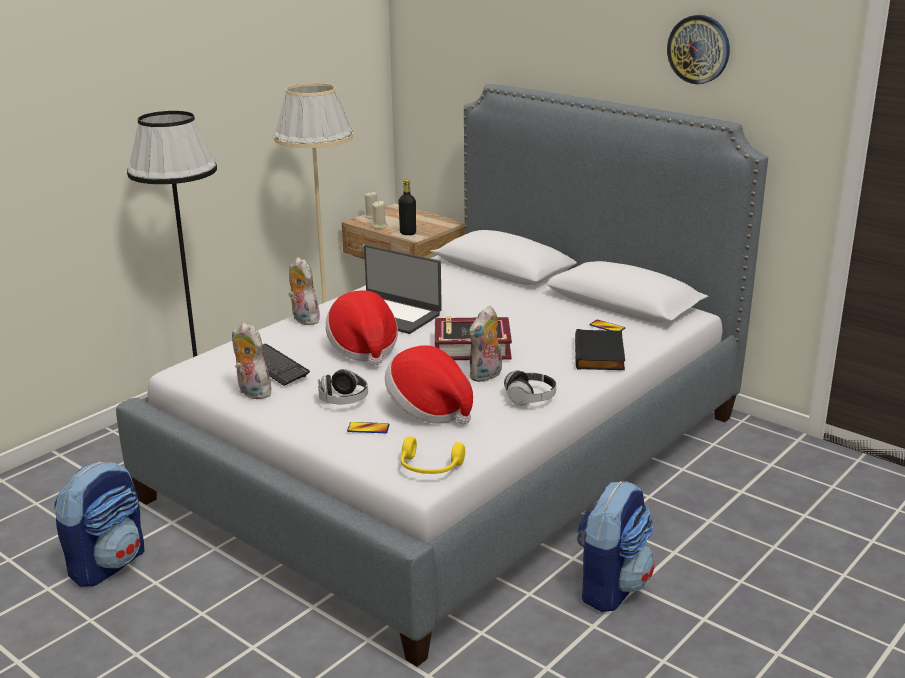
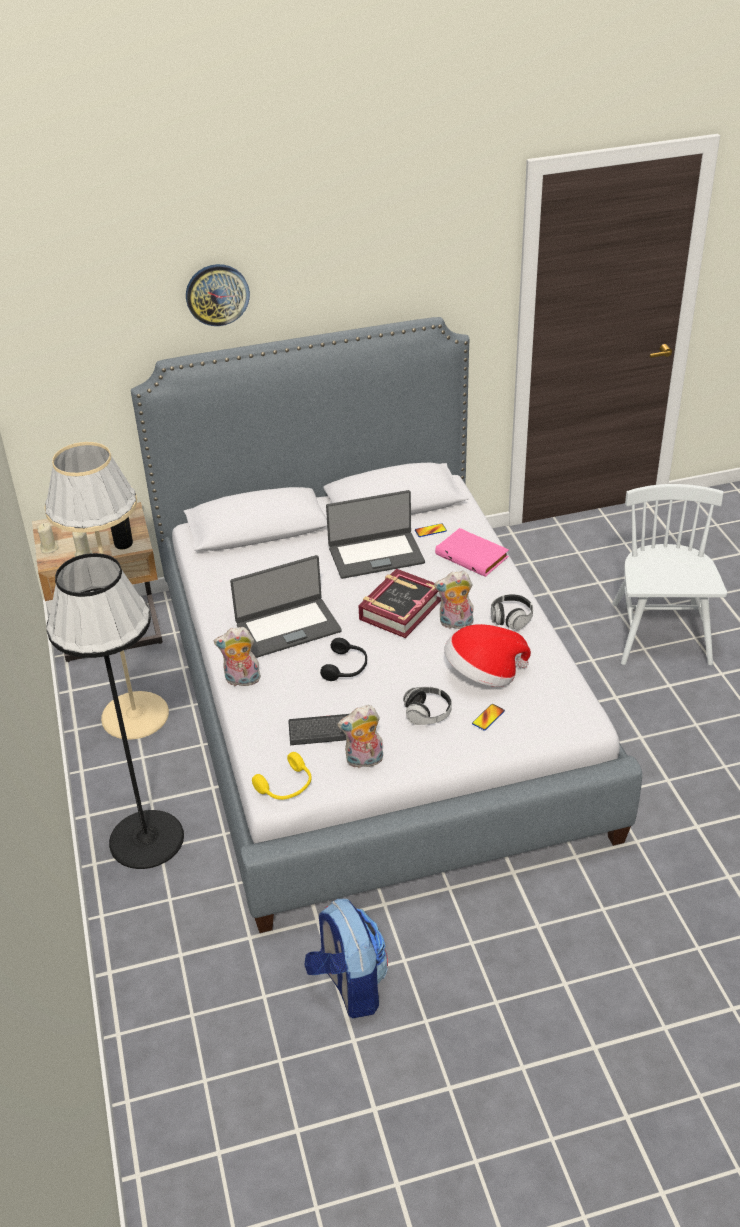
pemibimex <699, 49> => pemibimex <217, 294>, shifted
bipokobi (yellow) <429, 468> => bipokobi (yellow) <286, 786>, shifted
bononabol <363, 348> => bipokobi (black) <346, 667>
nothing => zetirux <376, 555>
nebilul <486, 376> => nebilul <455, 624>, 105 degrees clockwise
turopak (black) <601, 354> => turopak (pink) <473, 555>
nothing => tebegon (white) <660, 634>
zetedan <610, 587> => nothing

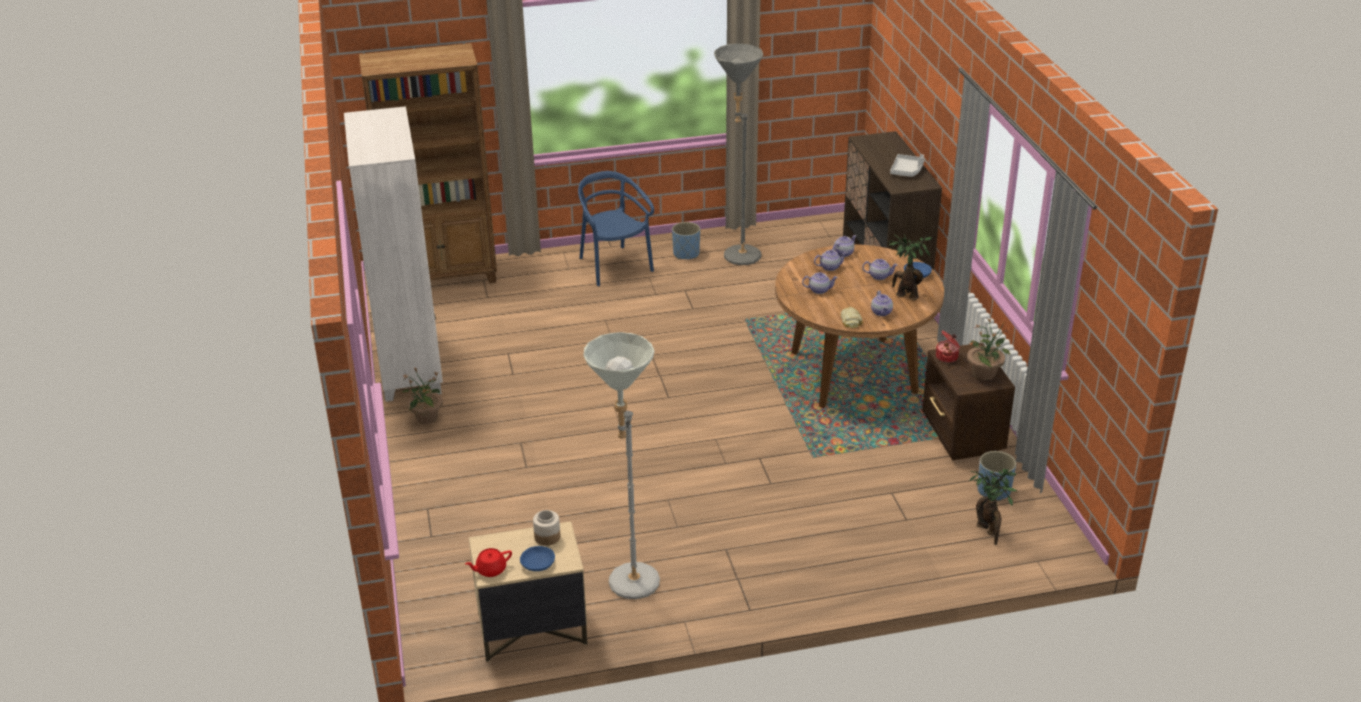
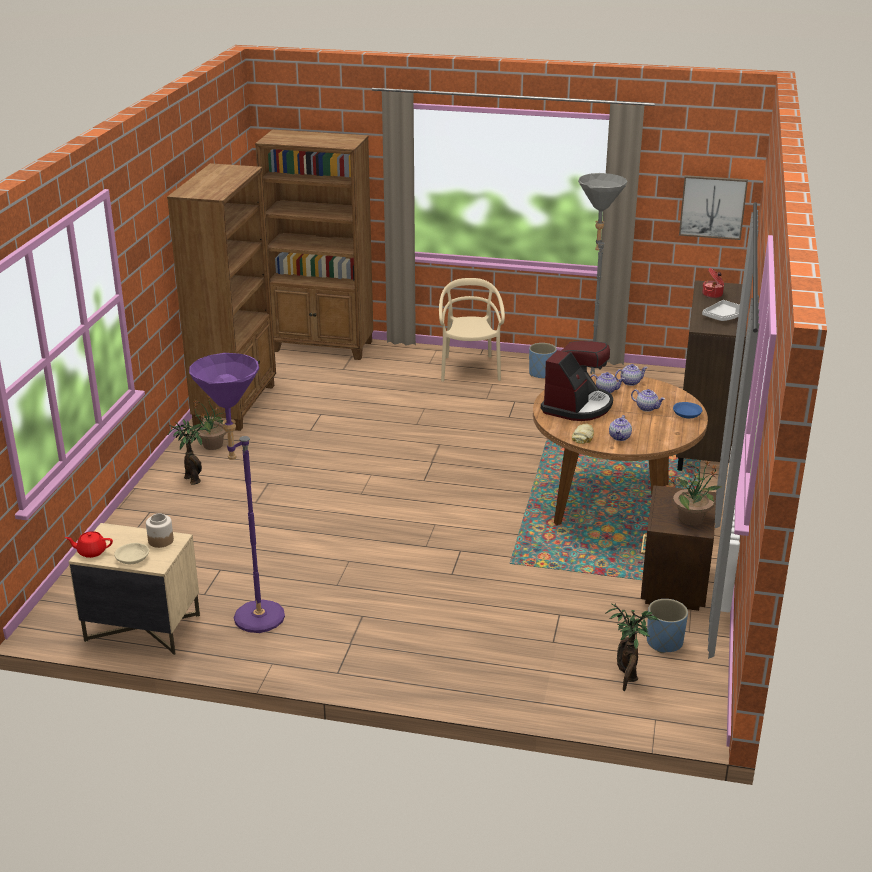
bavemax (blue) <538, 563> => bavemax (beige) <133, 558>
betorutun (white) <410, 366> => betorutun (brown) <236, 404>
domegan <905, 295> => domegan <192, 478>, shifted
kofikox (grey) <630, 589> => kofikox (purple) <250, 623>
tebegon (blue) <614, 266> => tebegon (beige) <469, 369>
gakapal <819, 290> => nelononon <577, 406>
nothing => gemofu <712, 207>
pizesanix <947, 357> => pizesanix <713, 294>, shifted

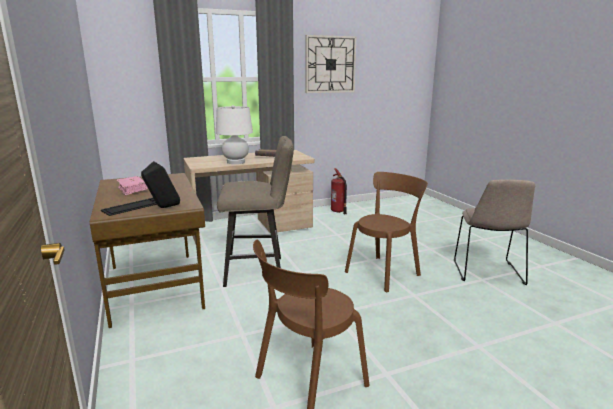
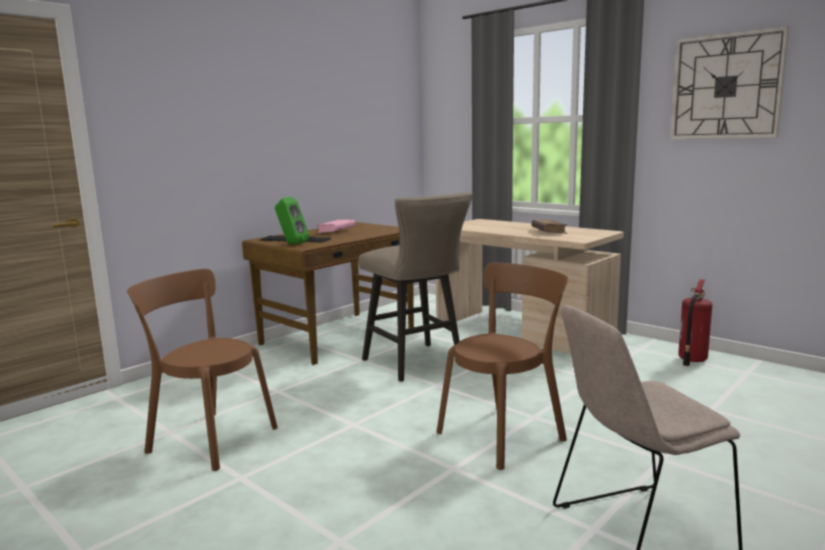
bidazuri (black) <163, 207> => bidazuri (green) <291, 244>
tebegon (brown) <384, 272> => tebegon (brown) <505, 434>, 60 degrees counterclockwise
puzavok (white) <235, 162> => nothing

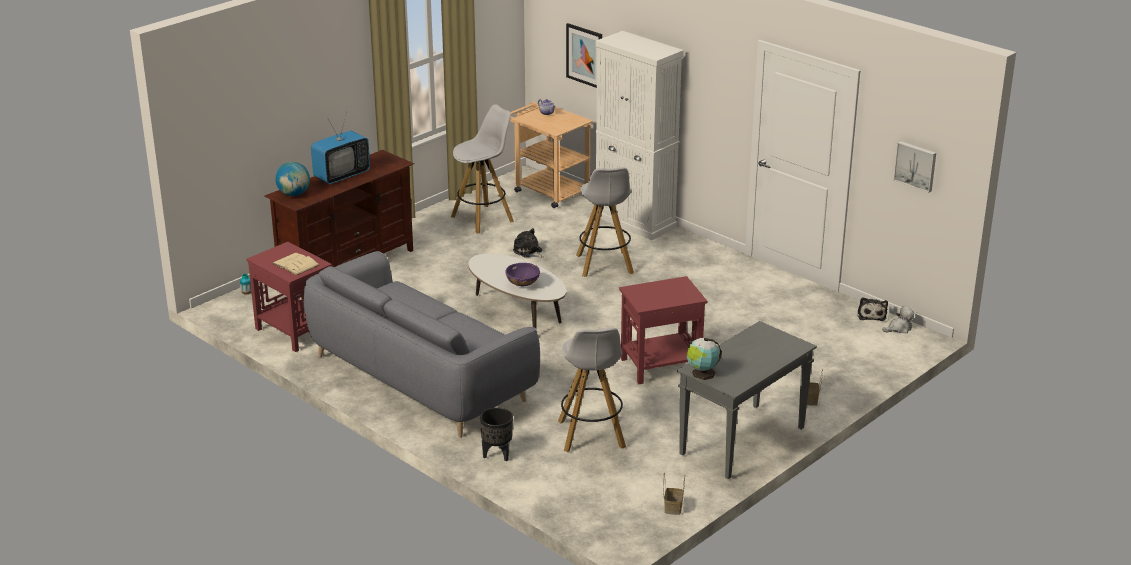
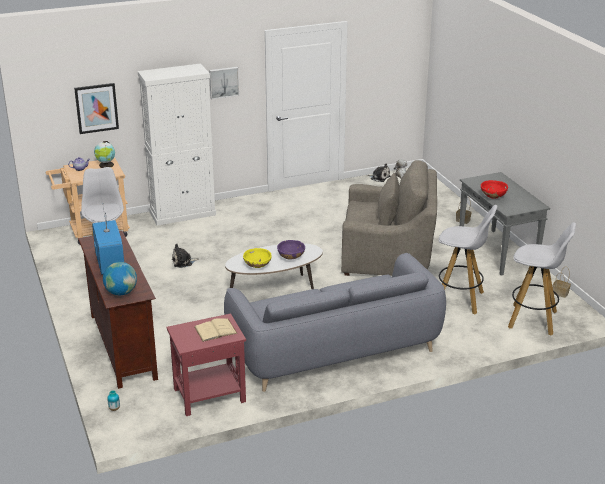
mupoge <702, 373> => mupoge <106, 165>, shifted
gemofu <916, 166> => gemofu <223, 82>, shifted
nothing => bavemax (yellow) <257, 266>
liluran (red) <660, 365> => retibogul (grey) <388, 254>
nothing => bavemax (red) <493, 197>
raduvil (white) <604, 265> => raduvil (white) <534, 320>, shifted
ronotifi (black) <496, 455> => nothing

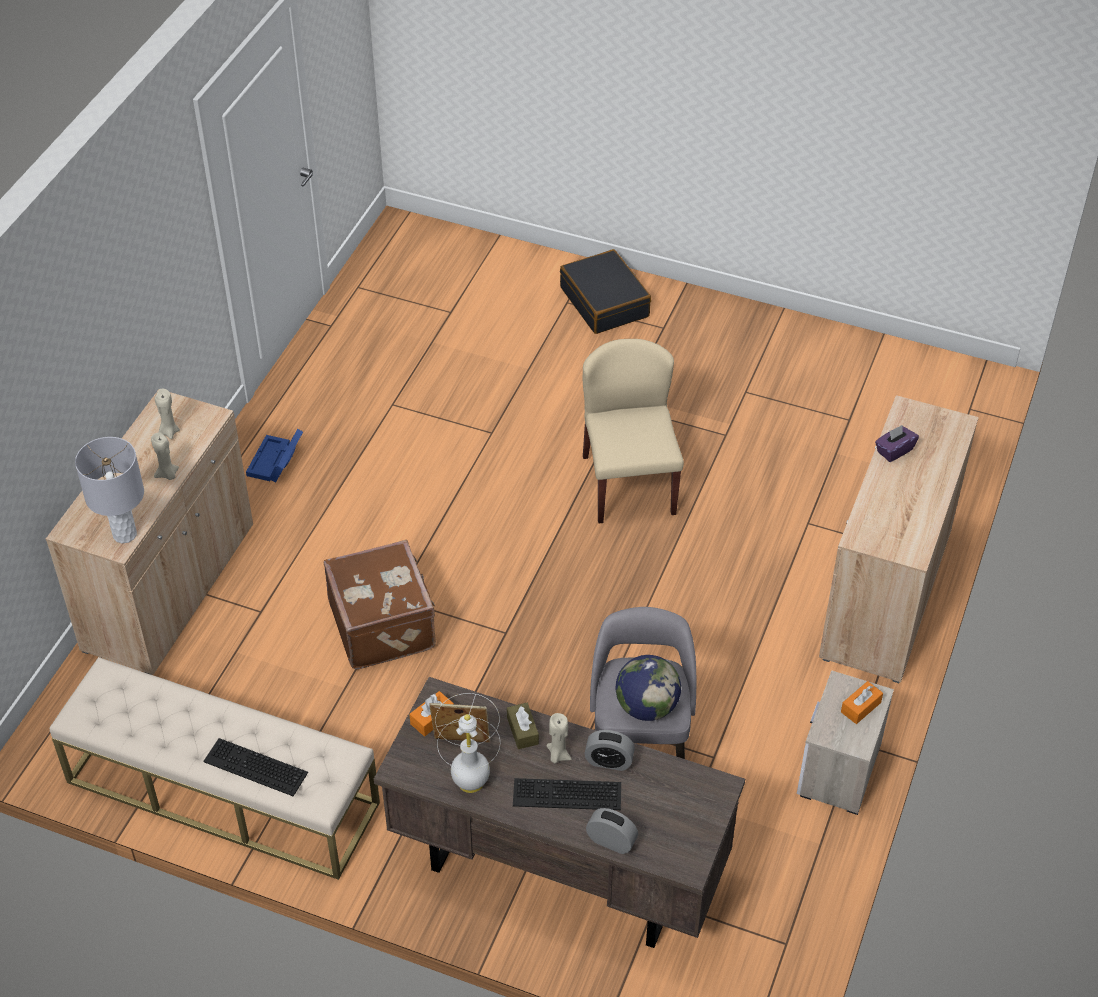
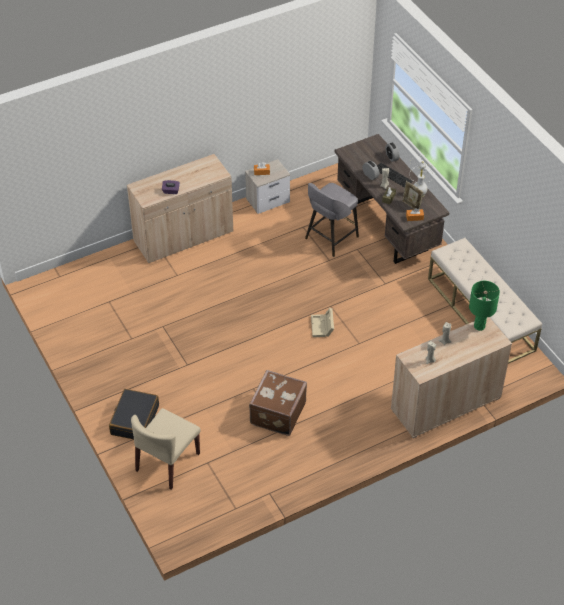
tebegon (beige) <628, 484> => tebegon (beige) <167, 462>, shifted
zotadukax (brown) <384, 624> => zotadukax (brown) <277, 413>, shifted
nothing => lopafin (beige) <322, 327>
puzavok (grey) <124, 534> => puzavok (green) <479, 326>
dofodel <253, 768> => nothing
lopafin (blue) <275, 463> => nothing
mupoge <646, 707> => nothing

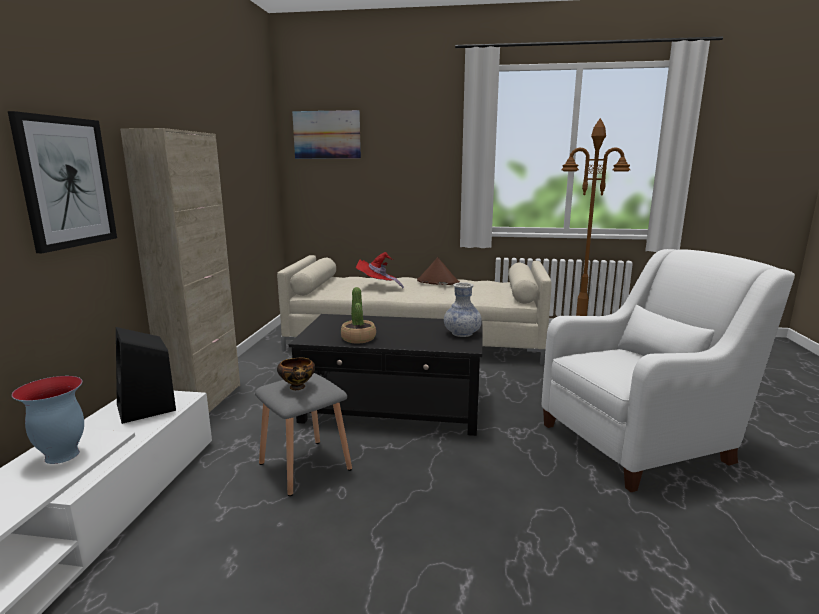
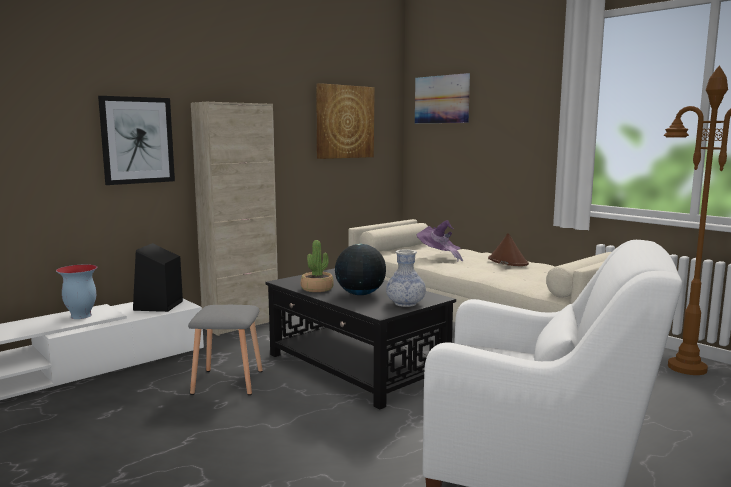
nothing => gemofu <344, 122>
nothing => mupoge <360, 294>
bononabol (red) <377, 287> => bononabol (purple) <439, 257>
bavemax <298, 387> => nothing

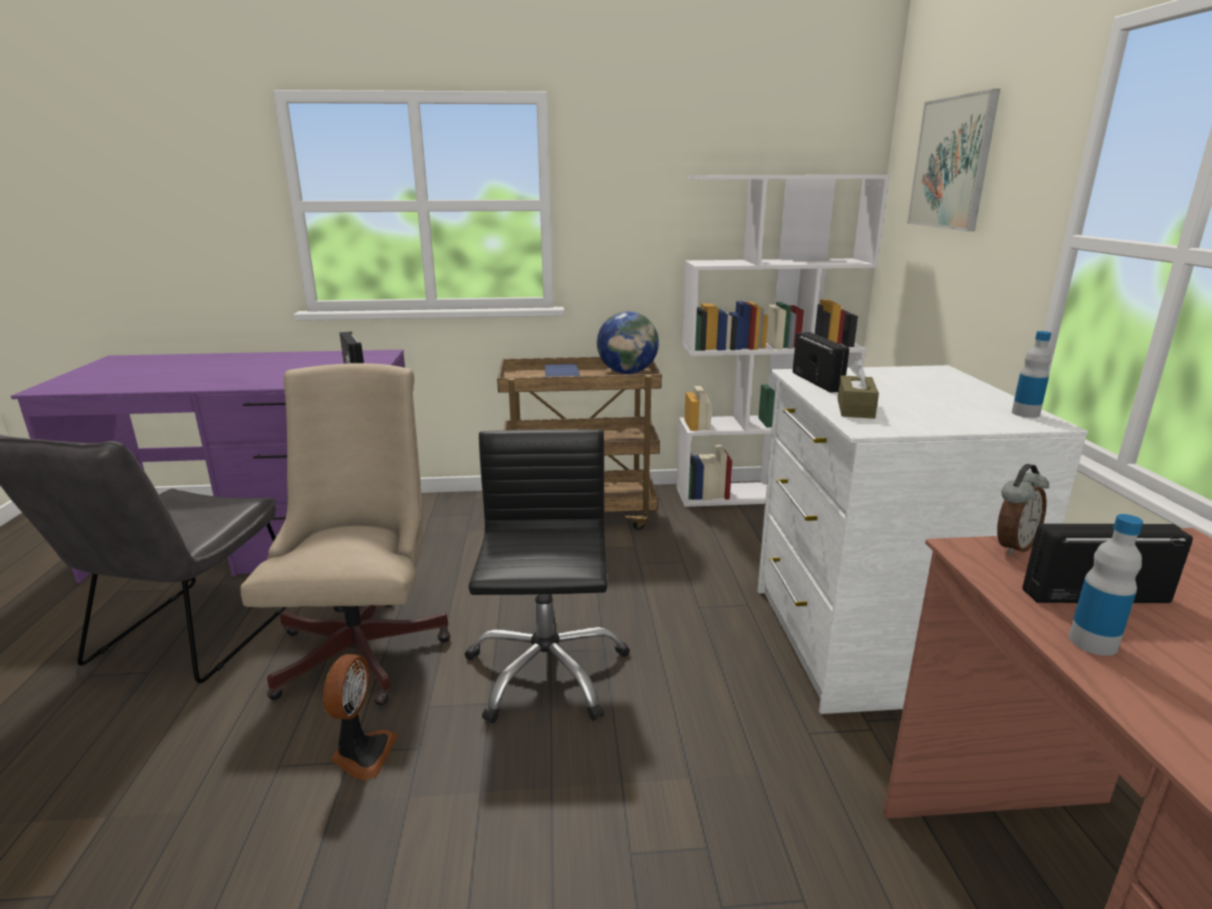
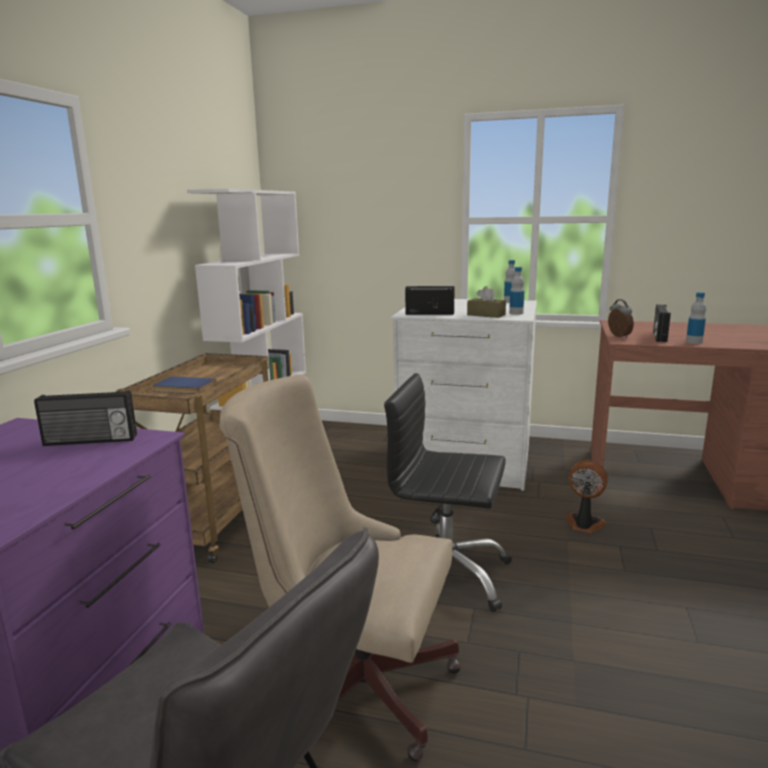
nothing => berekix <516, 313>
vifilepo <362, 753> => vifilepo <584, 524>, shifted
mupoge <627, 372> => nothing
gemofu <951, 163> => nothing

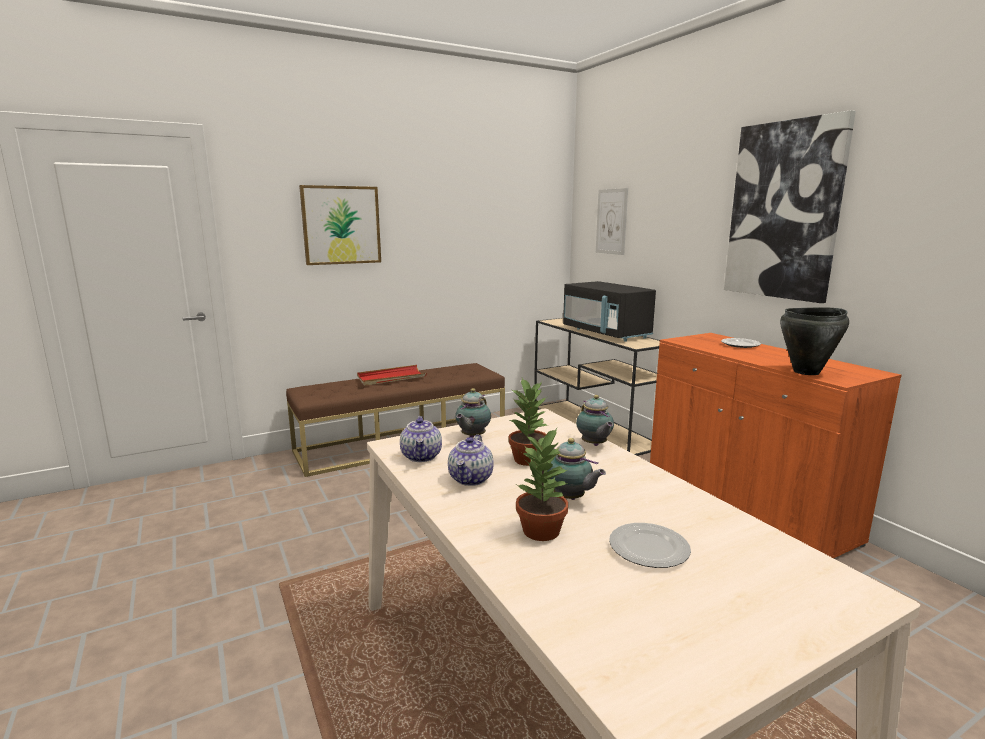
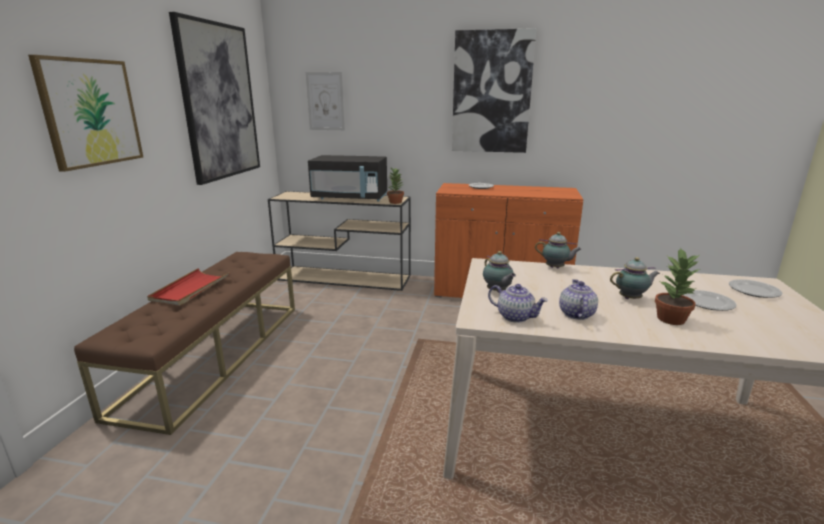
nothing => gemofu <219, 102>
domegan <528, 459> => domegan <395, 202>, shifted
gakapal <471, 479> => gakapal <576, 314>, 135 degrees counterclockwise
nothing => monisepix <753, 291>
pizesanix (black) <807, 372> => nothing

